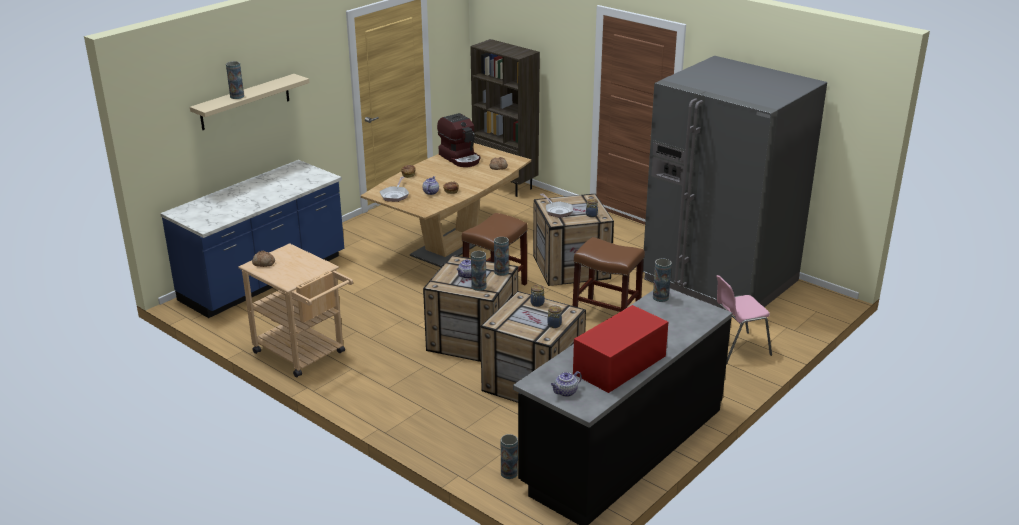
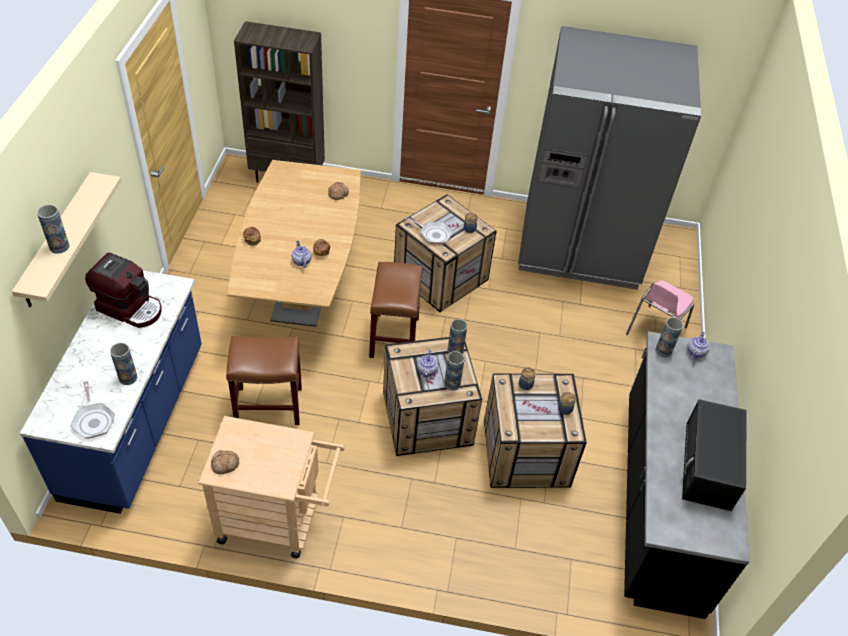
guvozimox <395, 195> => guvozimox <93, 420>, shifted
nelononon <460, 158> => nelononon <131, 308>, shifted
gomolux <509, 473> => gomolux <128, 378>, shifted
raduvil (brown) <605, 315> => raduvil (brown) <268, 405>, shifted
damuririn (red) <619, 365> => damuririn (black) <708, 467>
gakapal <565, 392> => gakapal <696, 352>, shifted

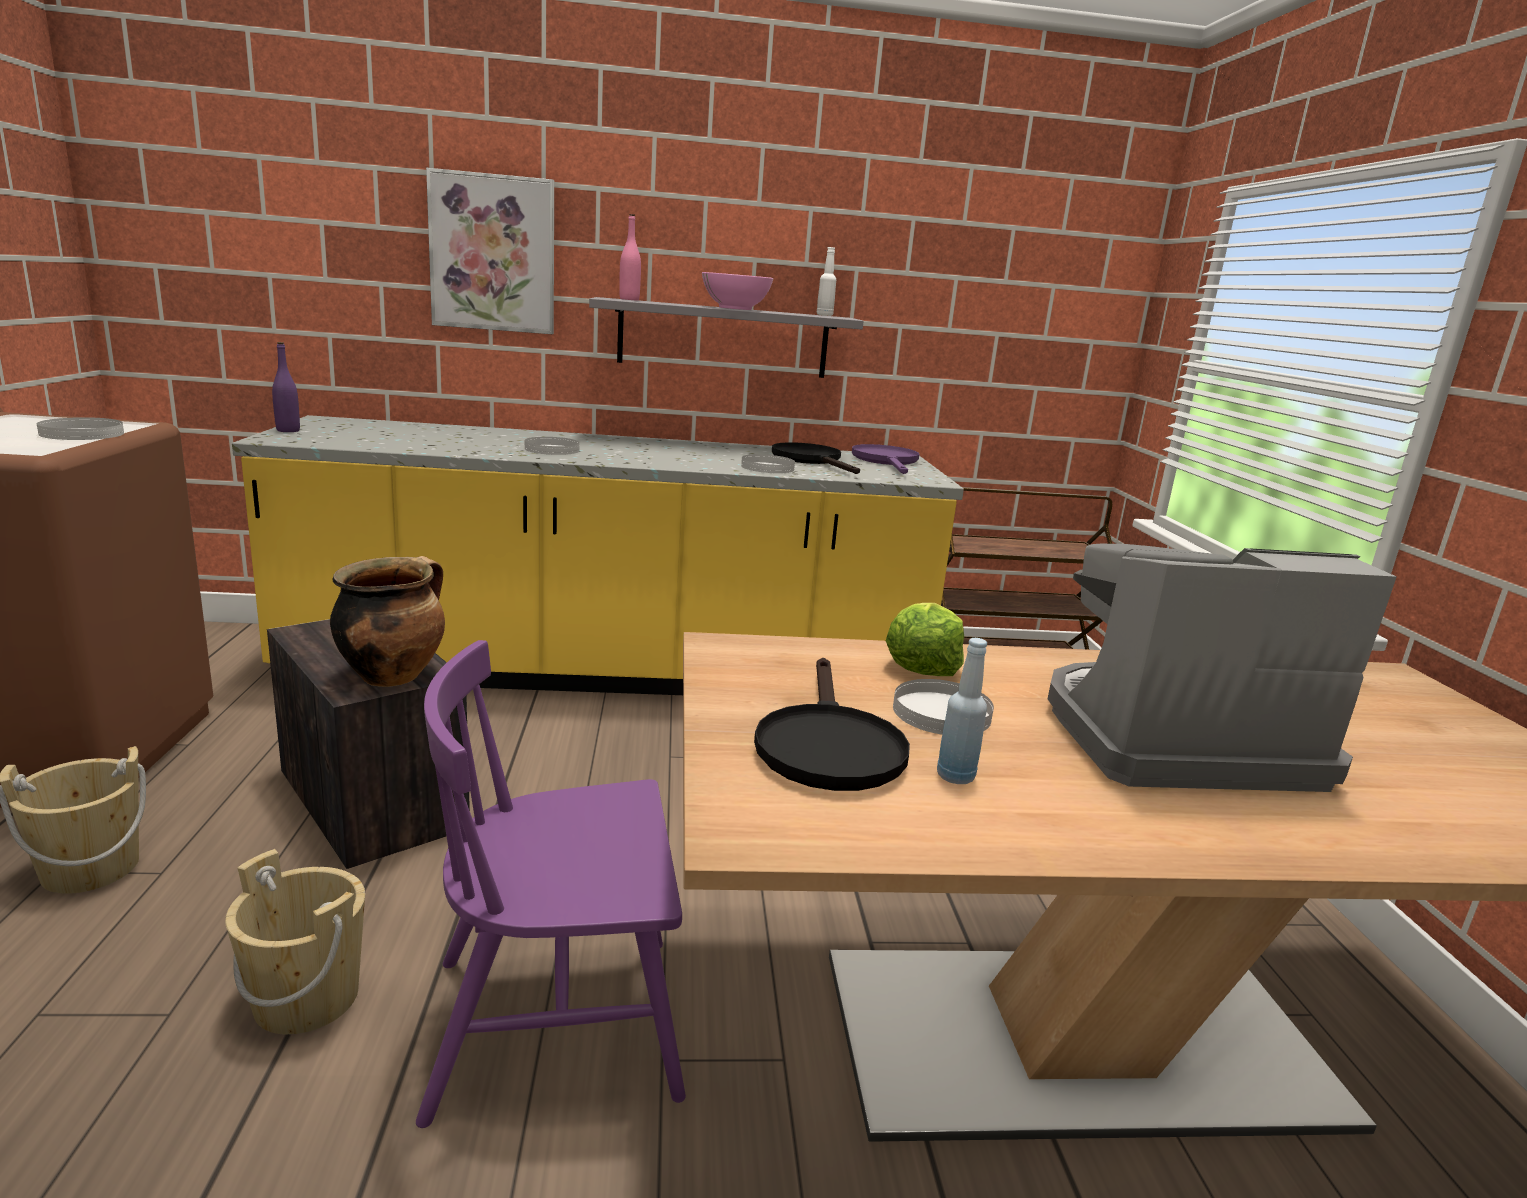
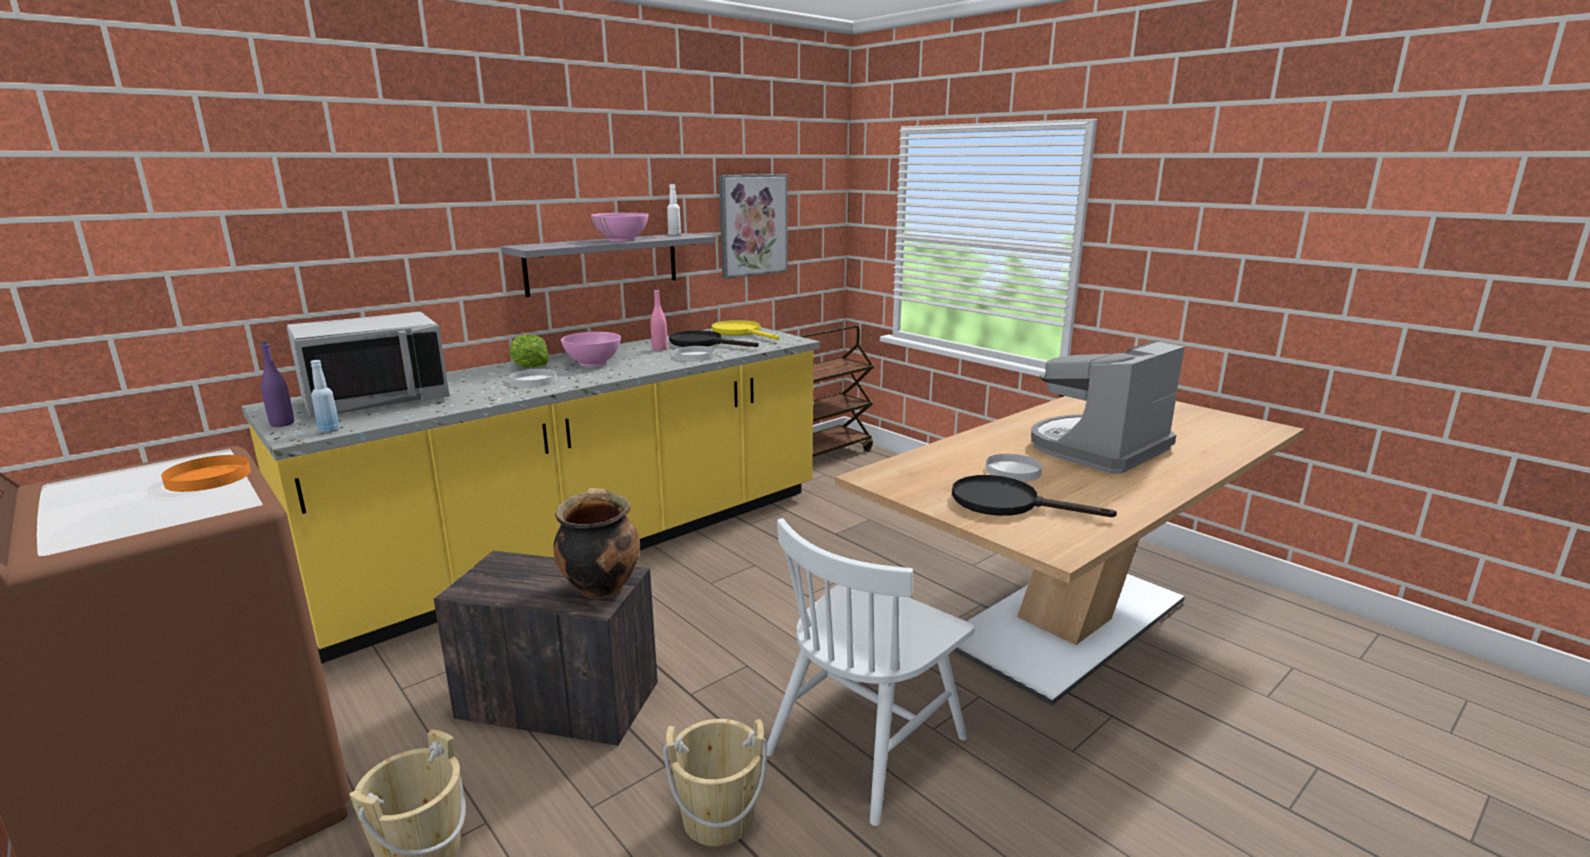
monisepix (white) <82, 433> => monisepix (orange) <208, 477>
nothing => damuririn (grey) <376, 399>
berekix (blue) <955, 776> => berekix (blue) <329, 430>, shifted
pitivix <922, 665> => pitivix <530, 365>, shifted
nothing => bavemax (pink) <592, 363>
berekix (pink) <629, 299> => berekix (pink) <659, 349>, shifted
guvozimox (purple) <887, 461> => guvozimox (yellow) <741, 332>
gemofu <493, 253> => gemofu <752, 225>, shifted
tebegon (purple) <557, 1024> => tebegon (white) <866, 744>
guvozimox (black) <827, 744> => guvozimox (black) <1007, 503>, 150 degrees clockwise

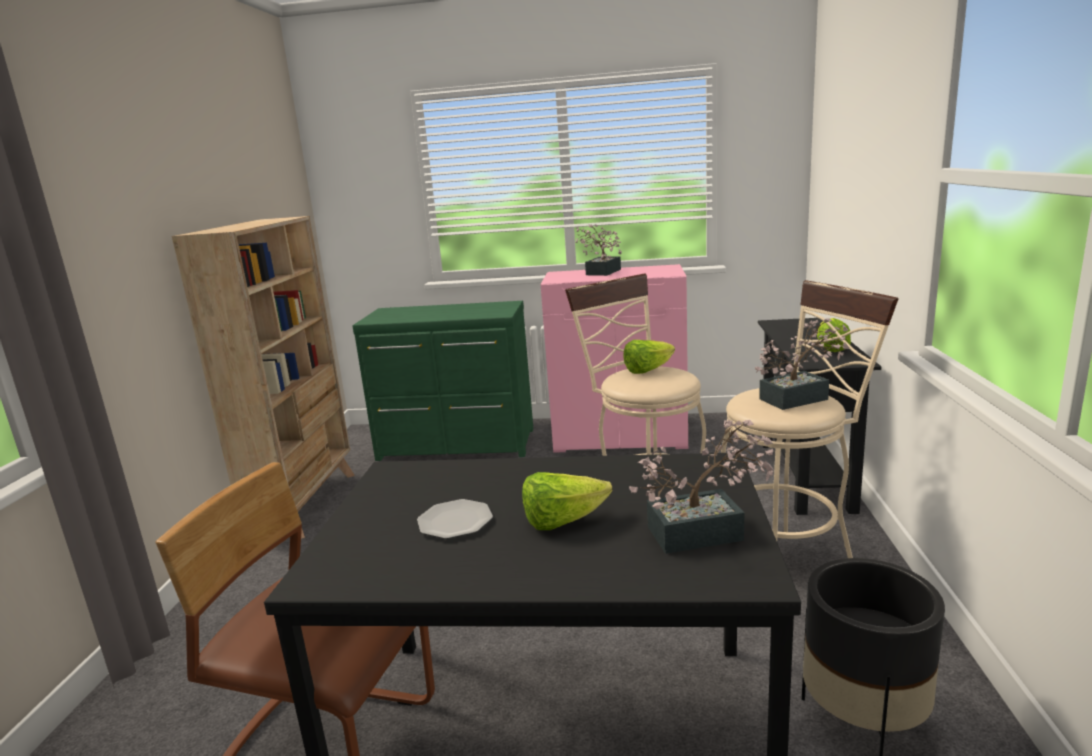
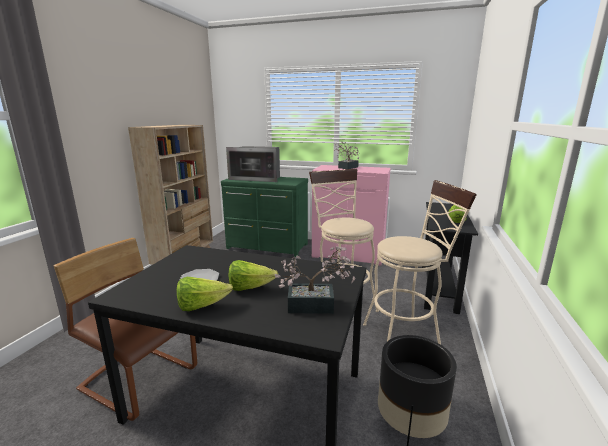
pitivix <648, 370> => pitivix <201, 306>, shifted
nothing => damuririn <257, 178>
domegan <800, 398> => nothing

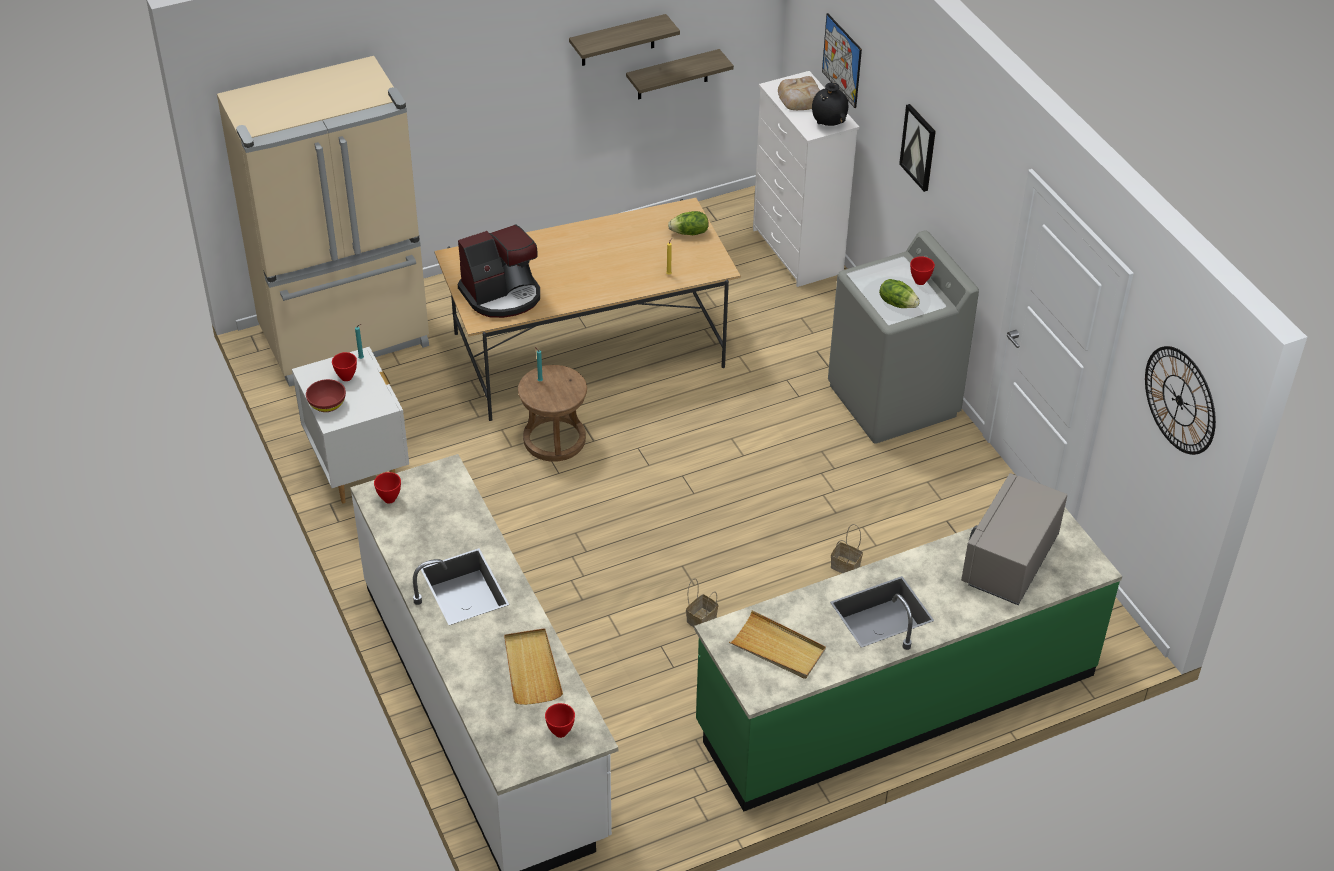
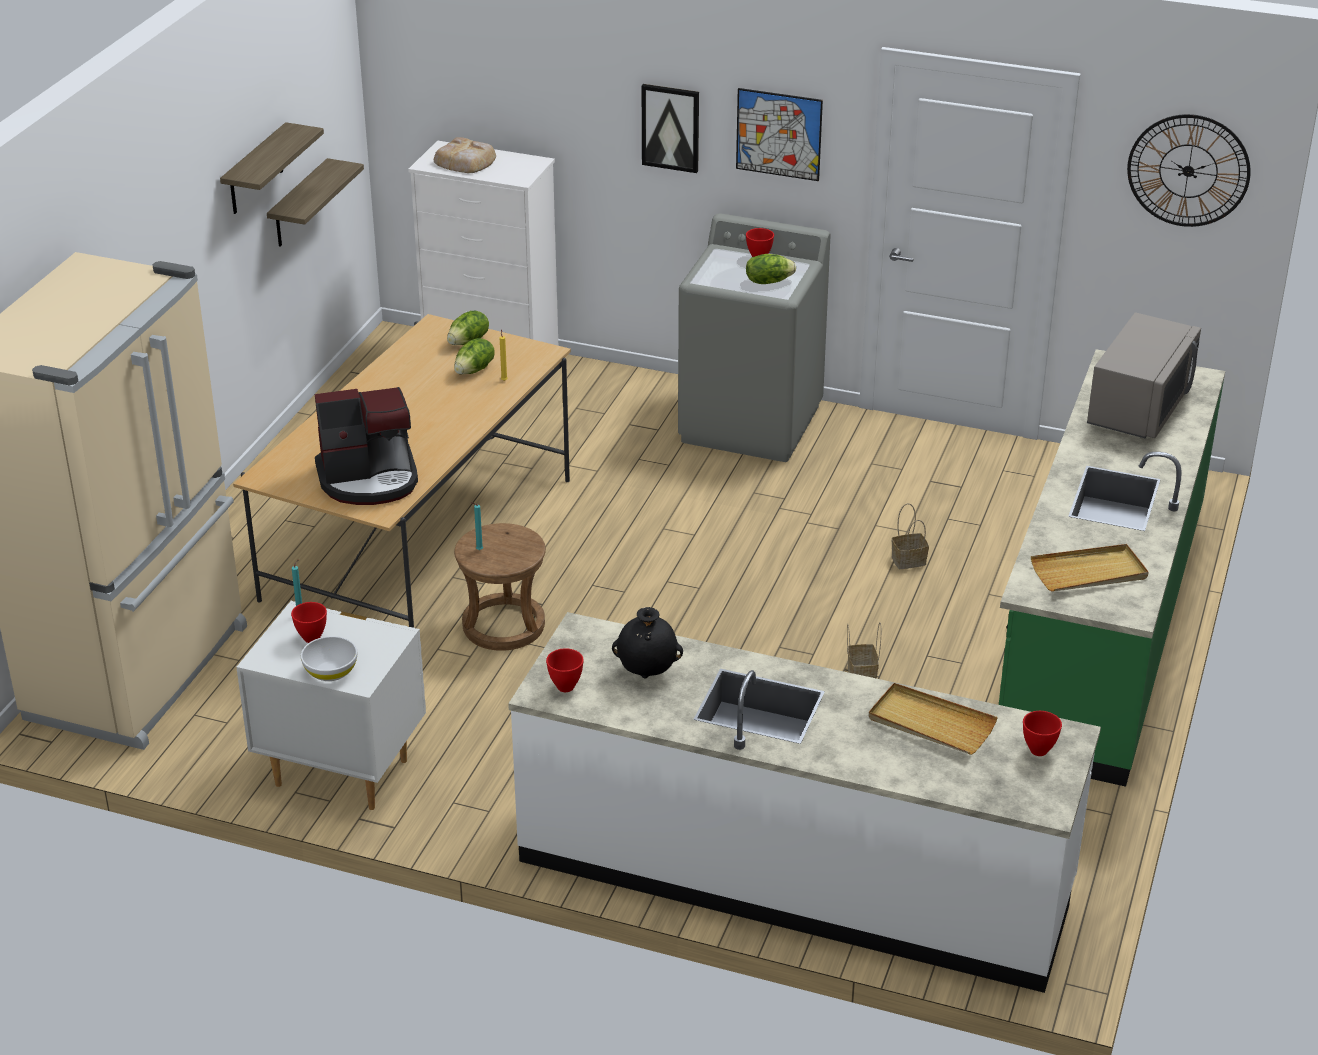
bavemax (red) <327, 404> => bavemax (white) <331, 672>
nelononon <502, 295> => nelononon <369, 479>, 60 degrees clockwise
nothing => pitivix <475, 370>
gomolux (black) <829, 124> => gomolux (black) <648, 672>, shifted
gemofu <842, 60> => gemofu <779, 134>, shifted
damuririn (grey) <1009, 561> => damuririn (grey) <1139, 408>, 135 degrees counterclockwise

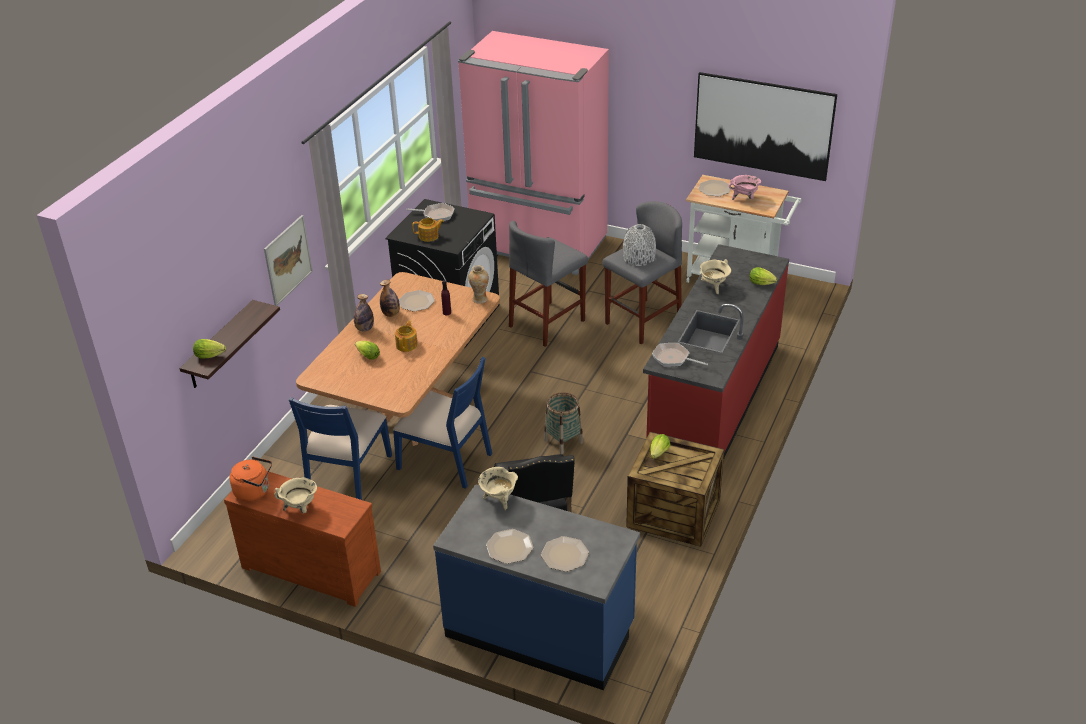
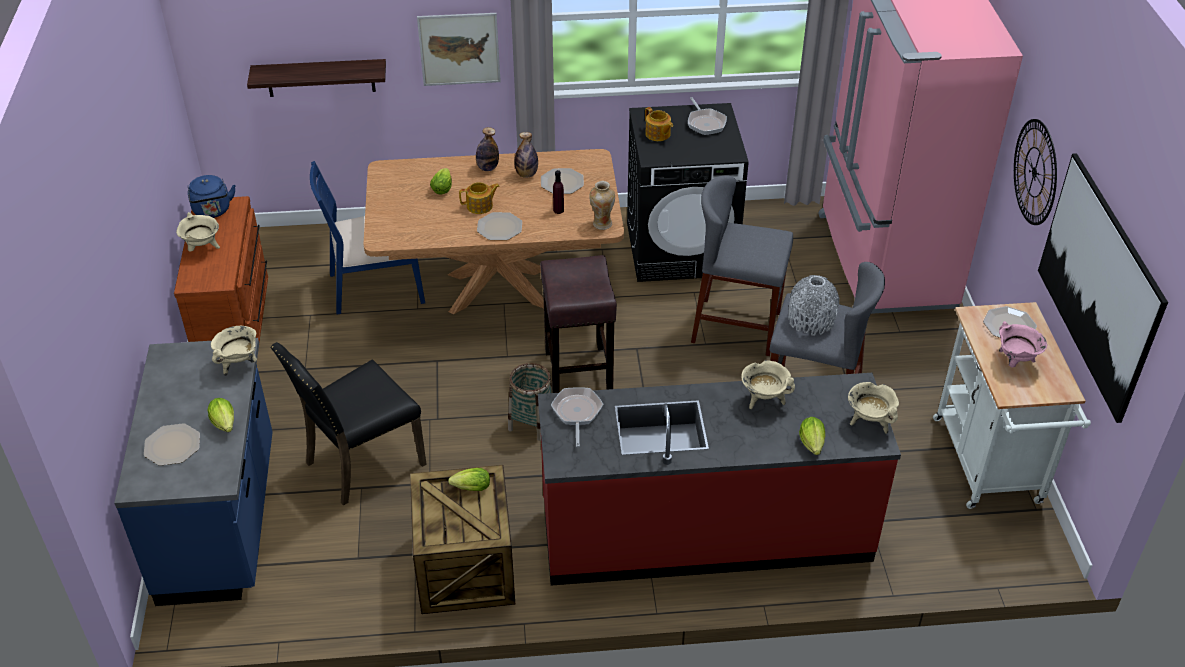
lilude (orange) <254, 492> => lilude (blue) <213, 211>
pitivix <211, 356> => pitivix <225, 425>, shifted
monisepix <509, 547> => monisepix <499, 227>, shifted
nothing => raduvil (brown) <578, 372>
nothing => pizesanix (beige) <869, 422>
nothing => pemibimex <1035, 172>
tebegon (blue) <446, 460> => nothing

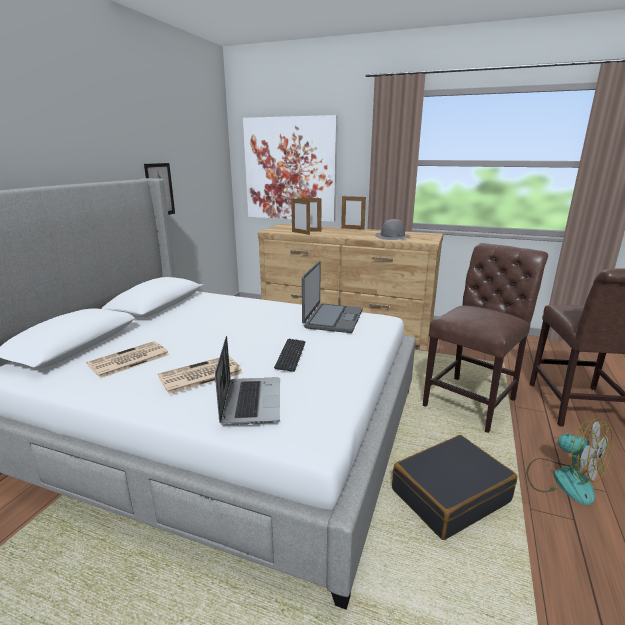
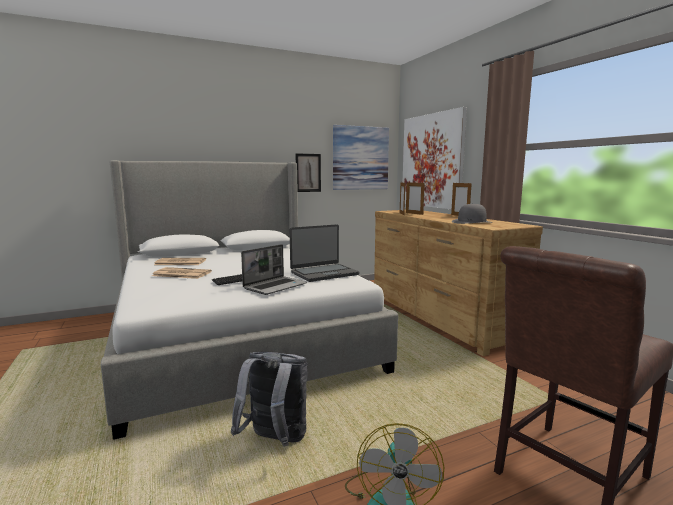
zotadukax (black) <449, 495> => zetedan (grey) <275, 441>
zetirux <250, 401> => zetirux <275, 286>, shifted
nothing => gemofu <360, 158>
tebegon (brown) <473, 400> => nothing

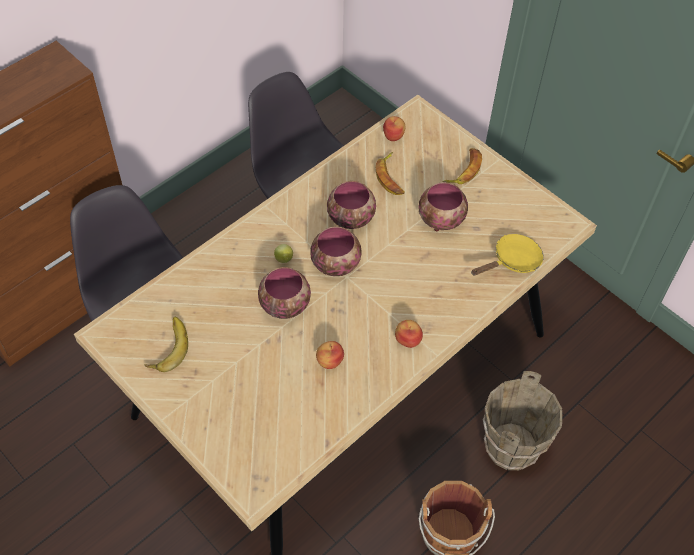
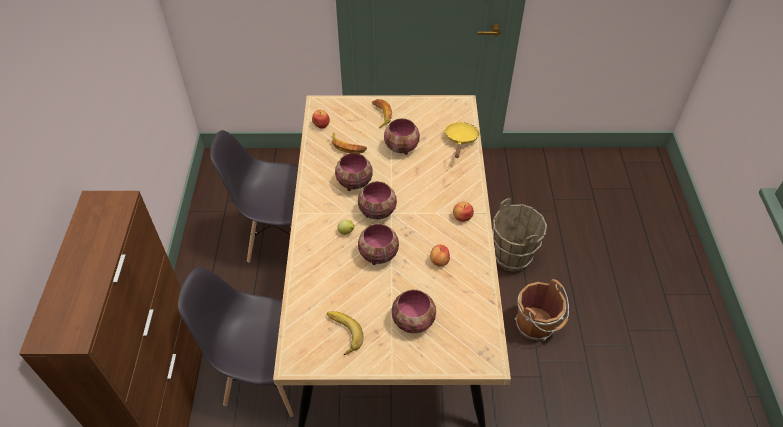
nothing => bavemax <414, 320>

